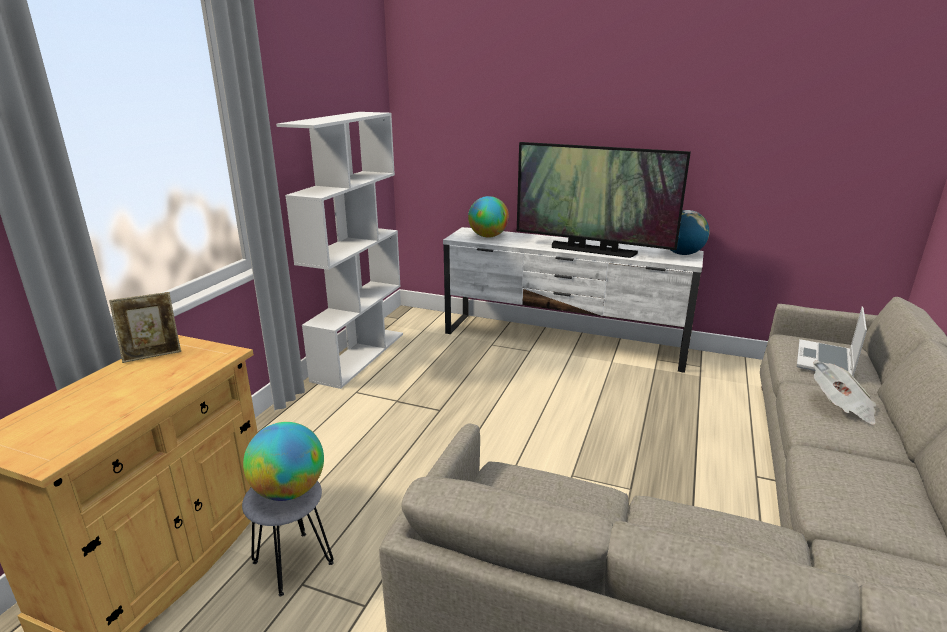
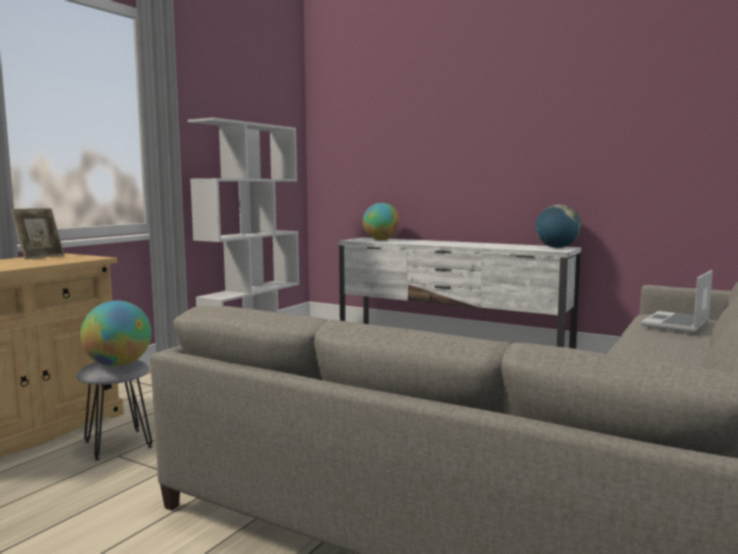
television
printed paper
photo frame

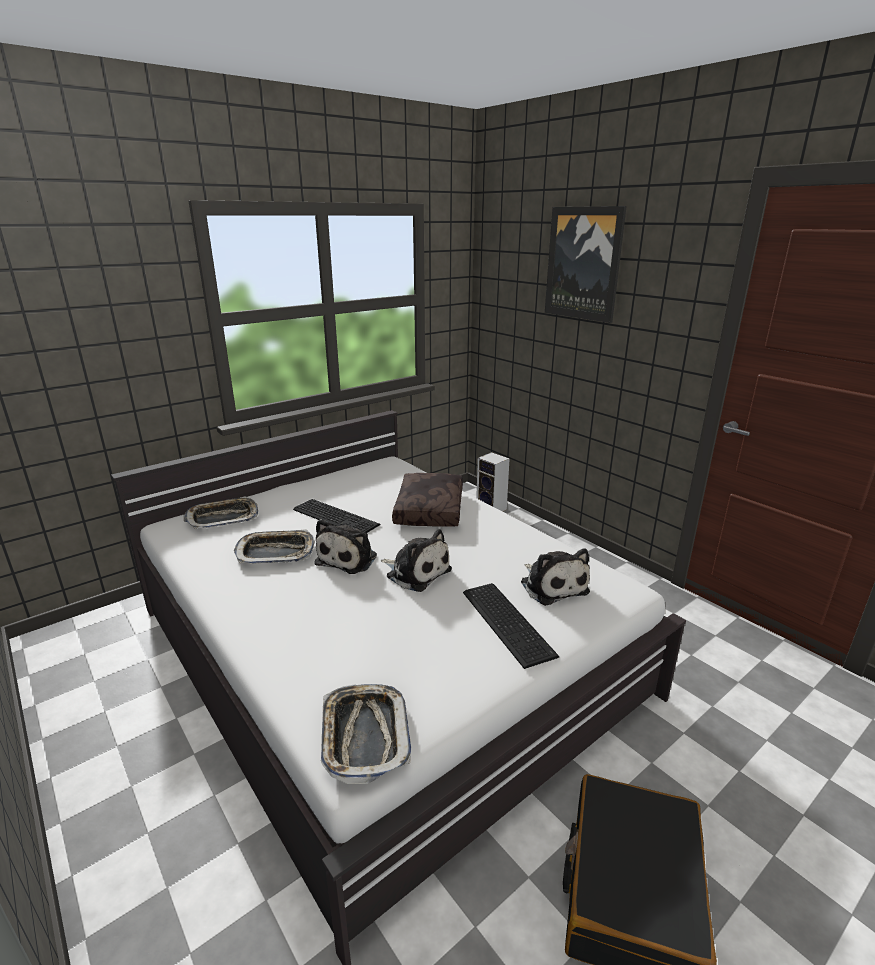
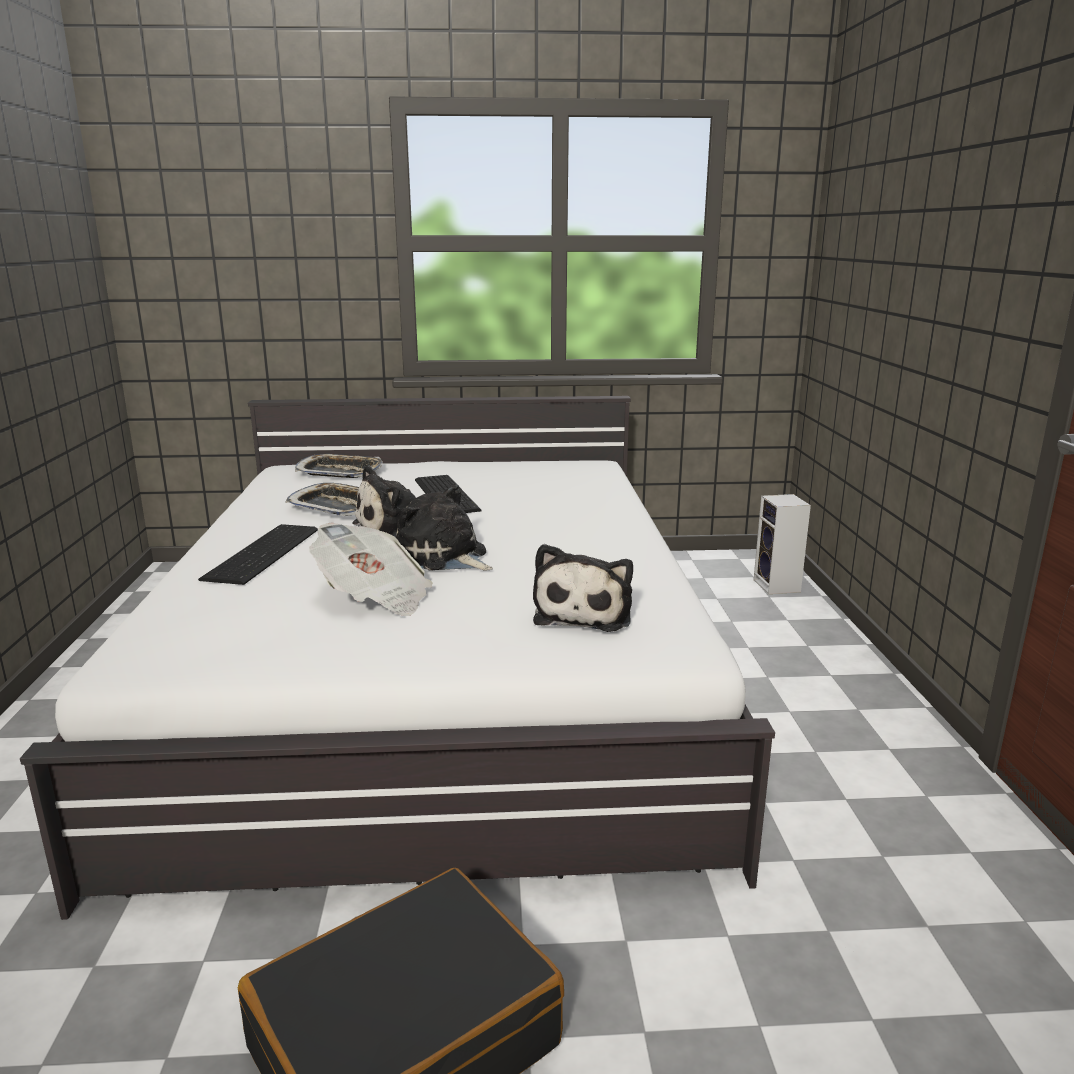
serving tray (3rd from left in the first image)
brown-coloured cushion
picture
printed paper
PC keyboard (1st from left)
cuddly toy (2nd from left)

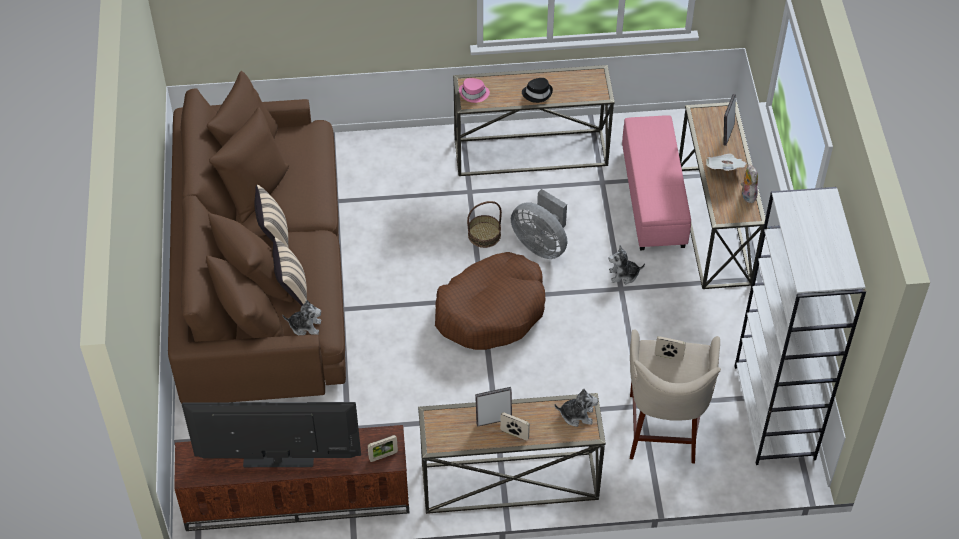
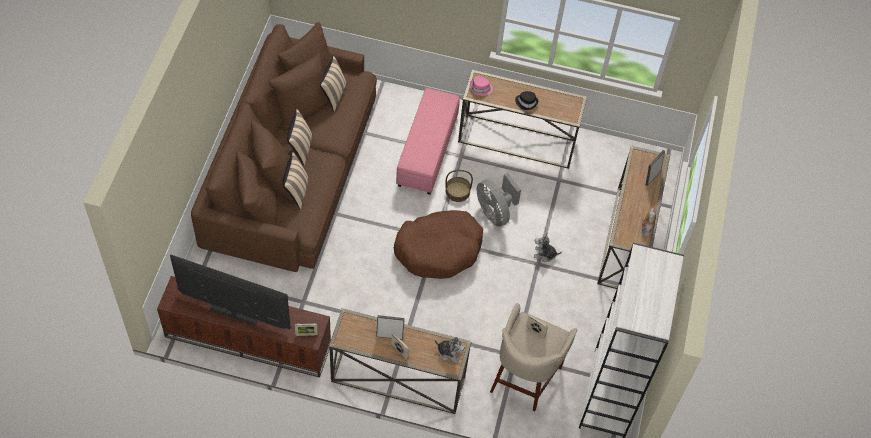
cuddly toy (1st from left in the first image)
printed paper
beige cushion (3rd from left)
pink footrest

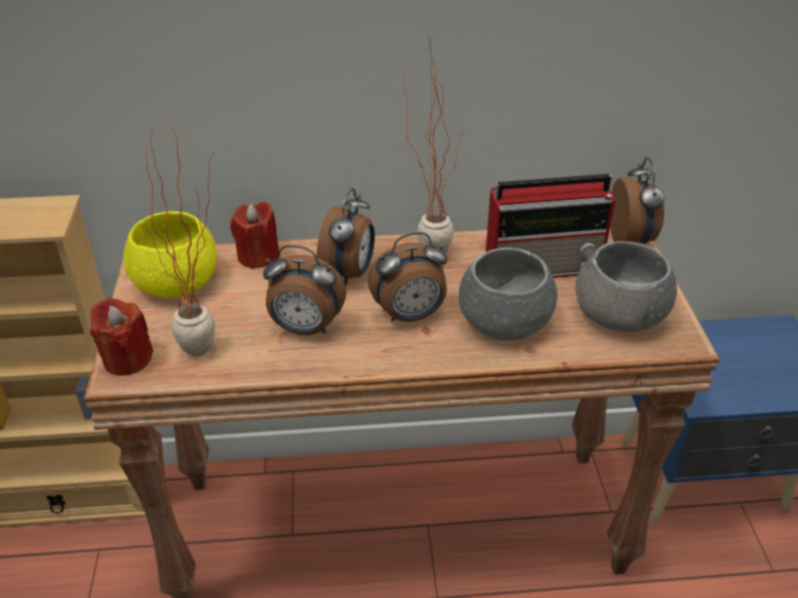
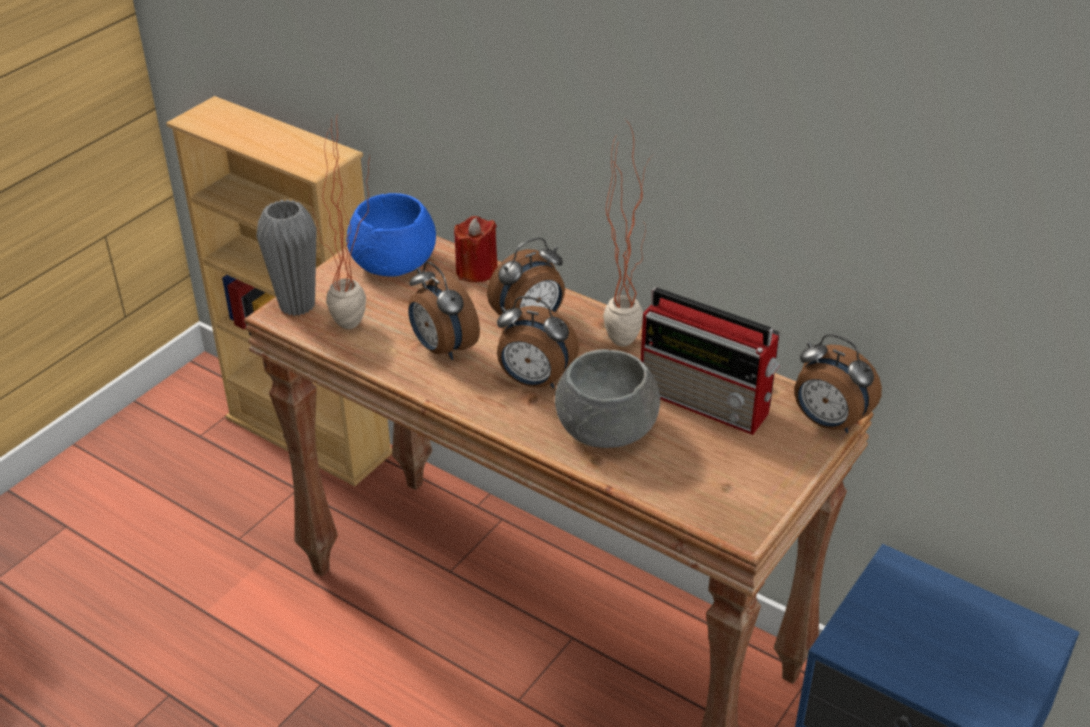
grey deep dish (2nd from left in the first image)
grey decorative vase
blue deep dish
table clock (4th from left)

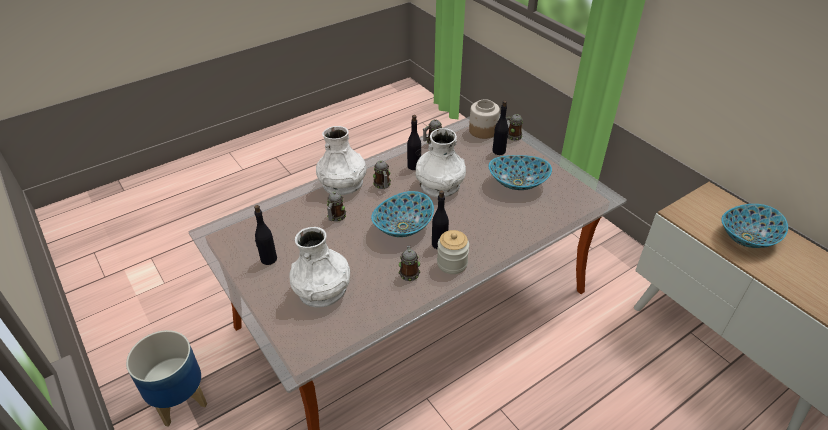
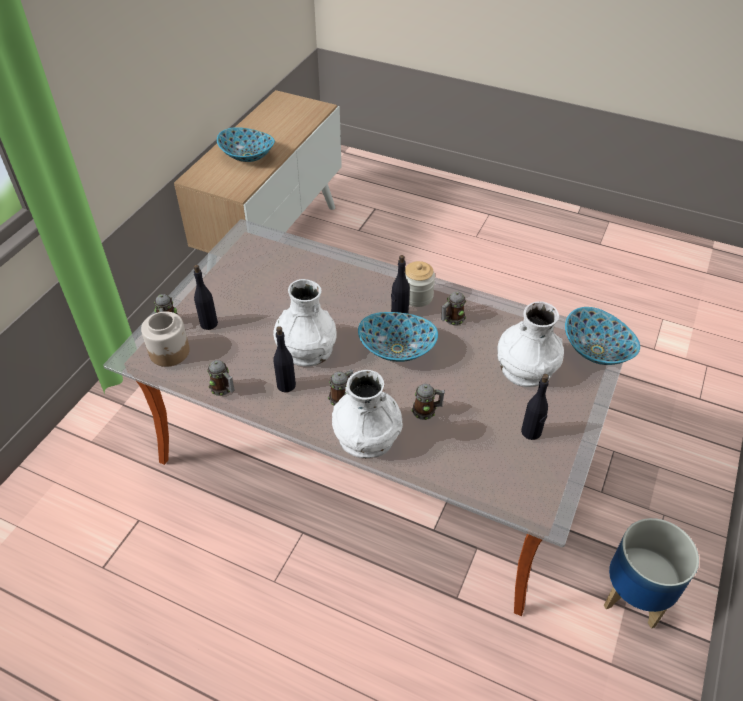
deep dish (3rd from left)

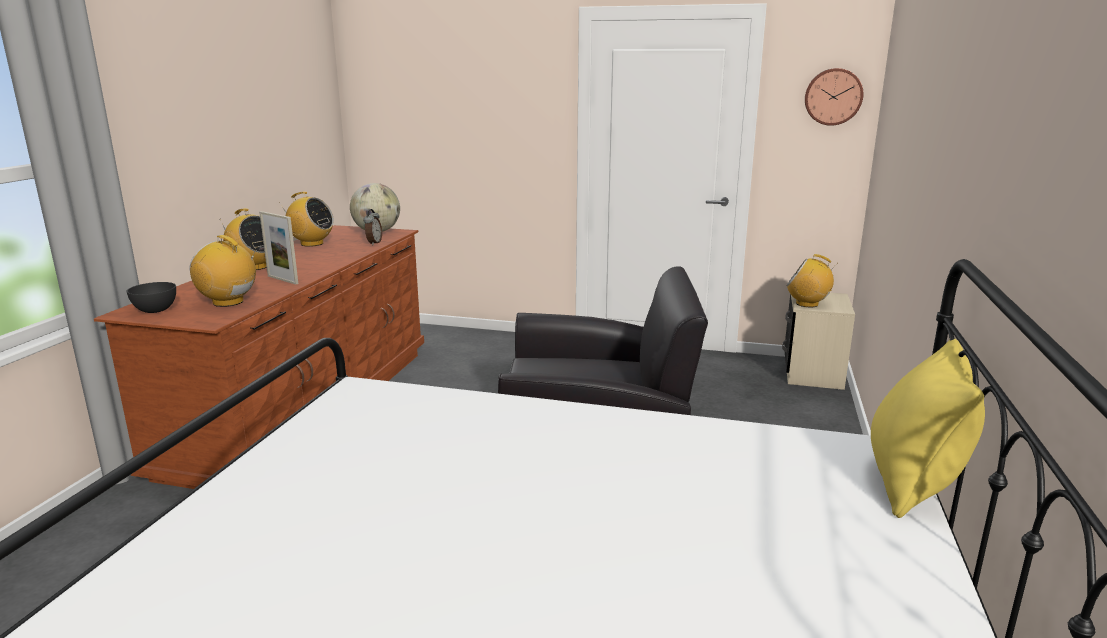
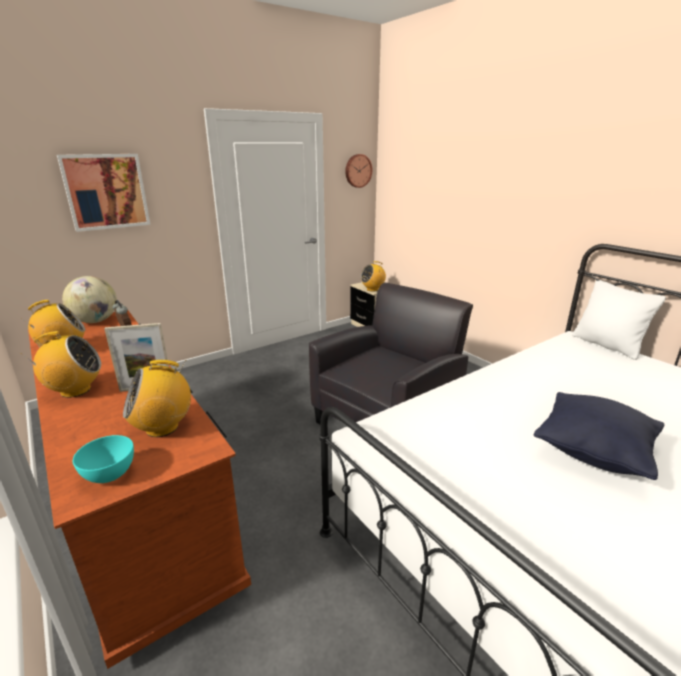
picture
blackish cushion
blue-green deep dish
white cushion

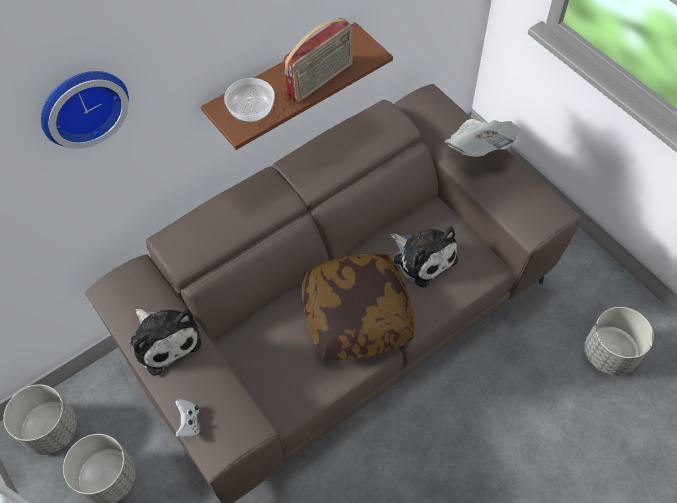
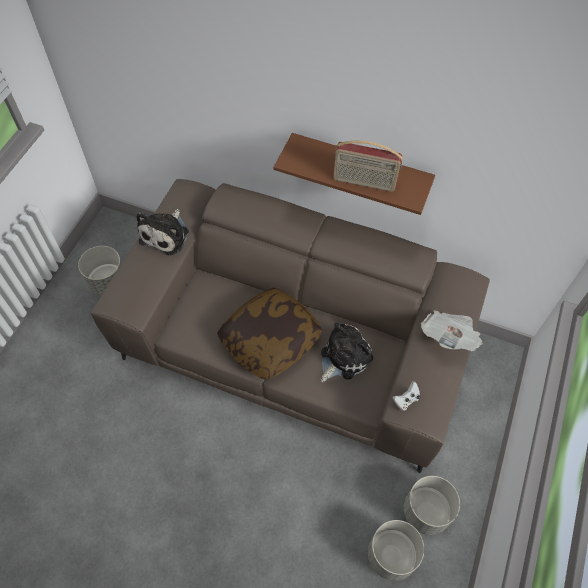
wall clock
deep dish
grey planter (3rd from left)
white joypad
cuddly toy (2nd from left)

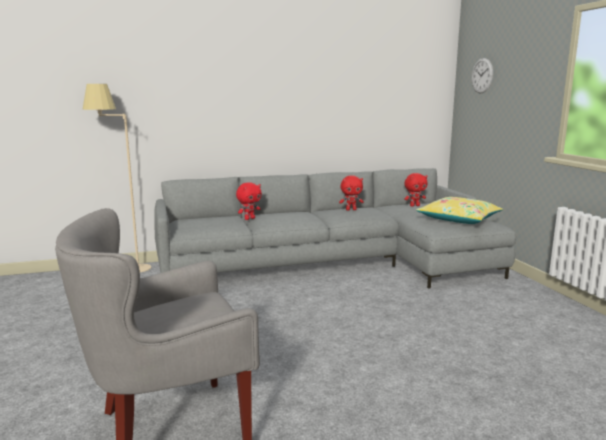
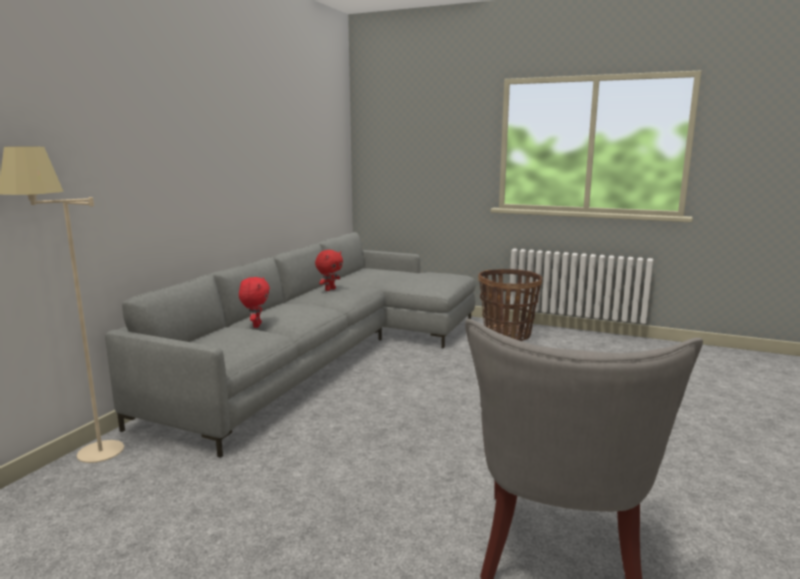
red cuddly toy (3rd from left in the first image)
yellow cushion
wall clock
basket

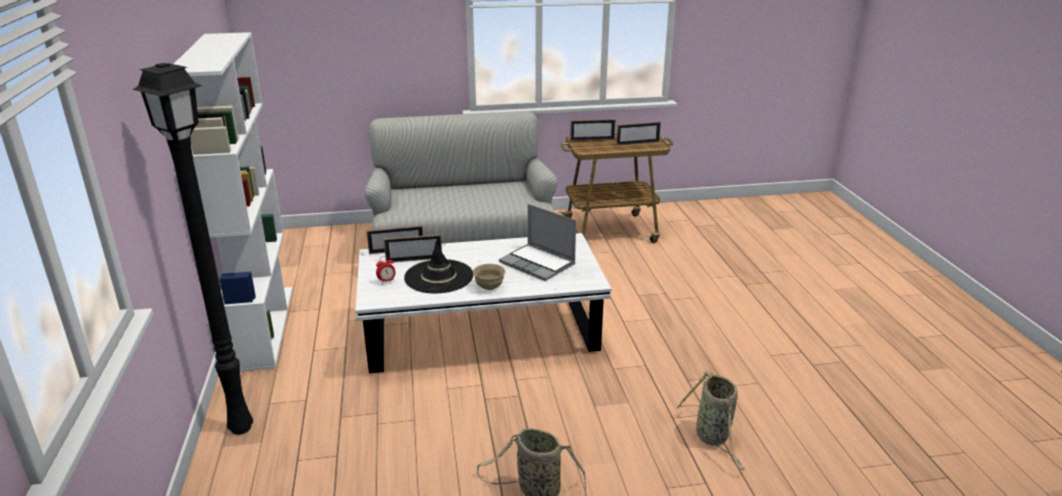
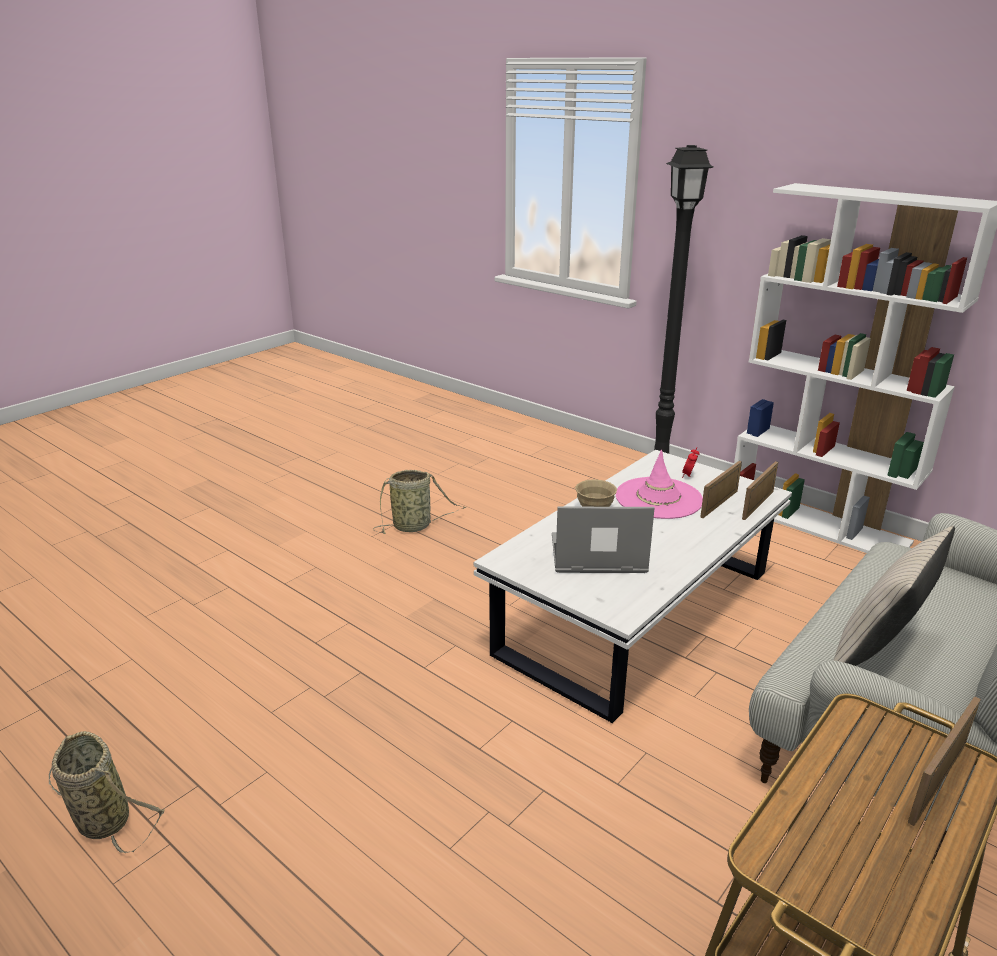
photo frame (4th from left in the first image)
beige cushion
basket (1st from left)
pink clothing hat

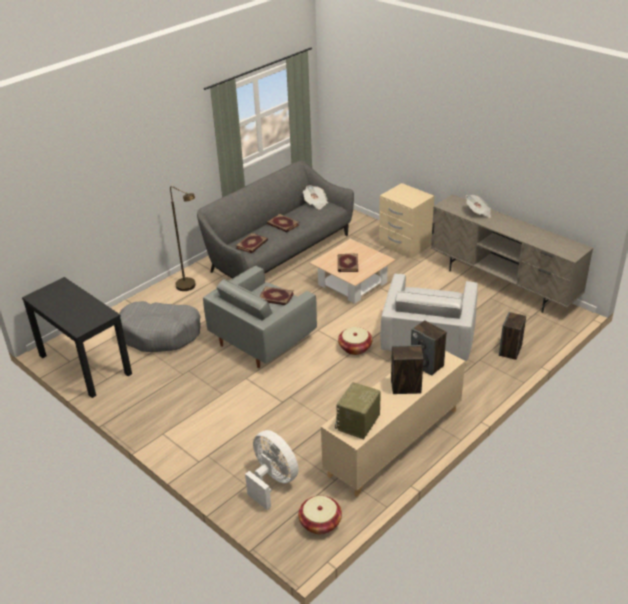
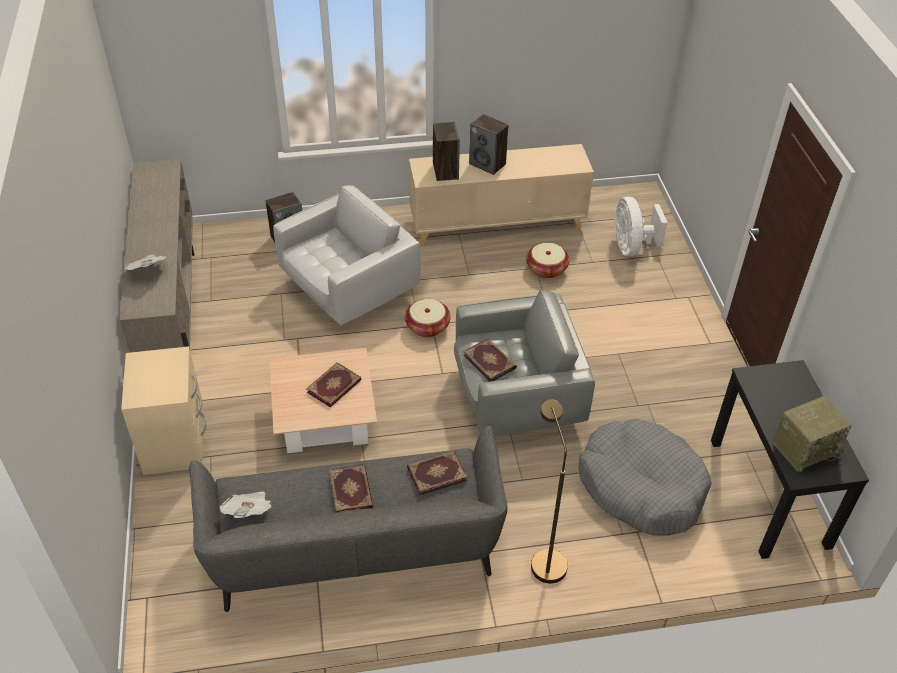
basket (2nd from left)
radio set

